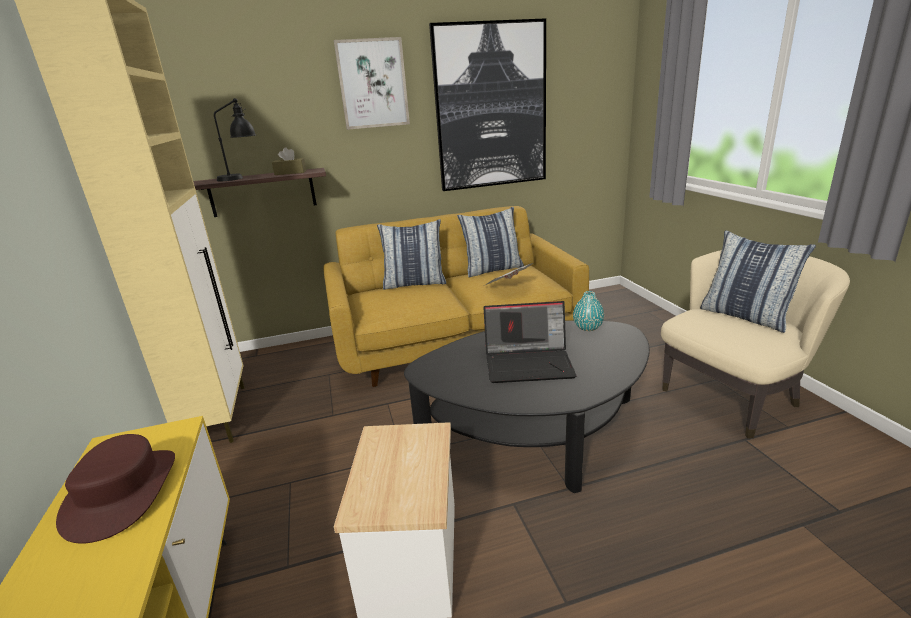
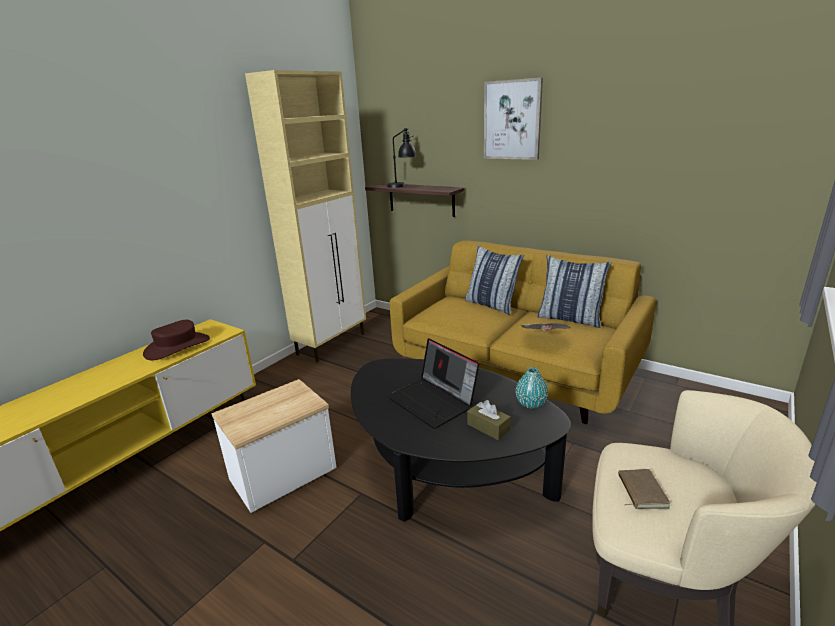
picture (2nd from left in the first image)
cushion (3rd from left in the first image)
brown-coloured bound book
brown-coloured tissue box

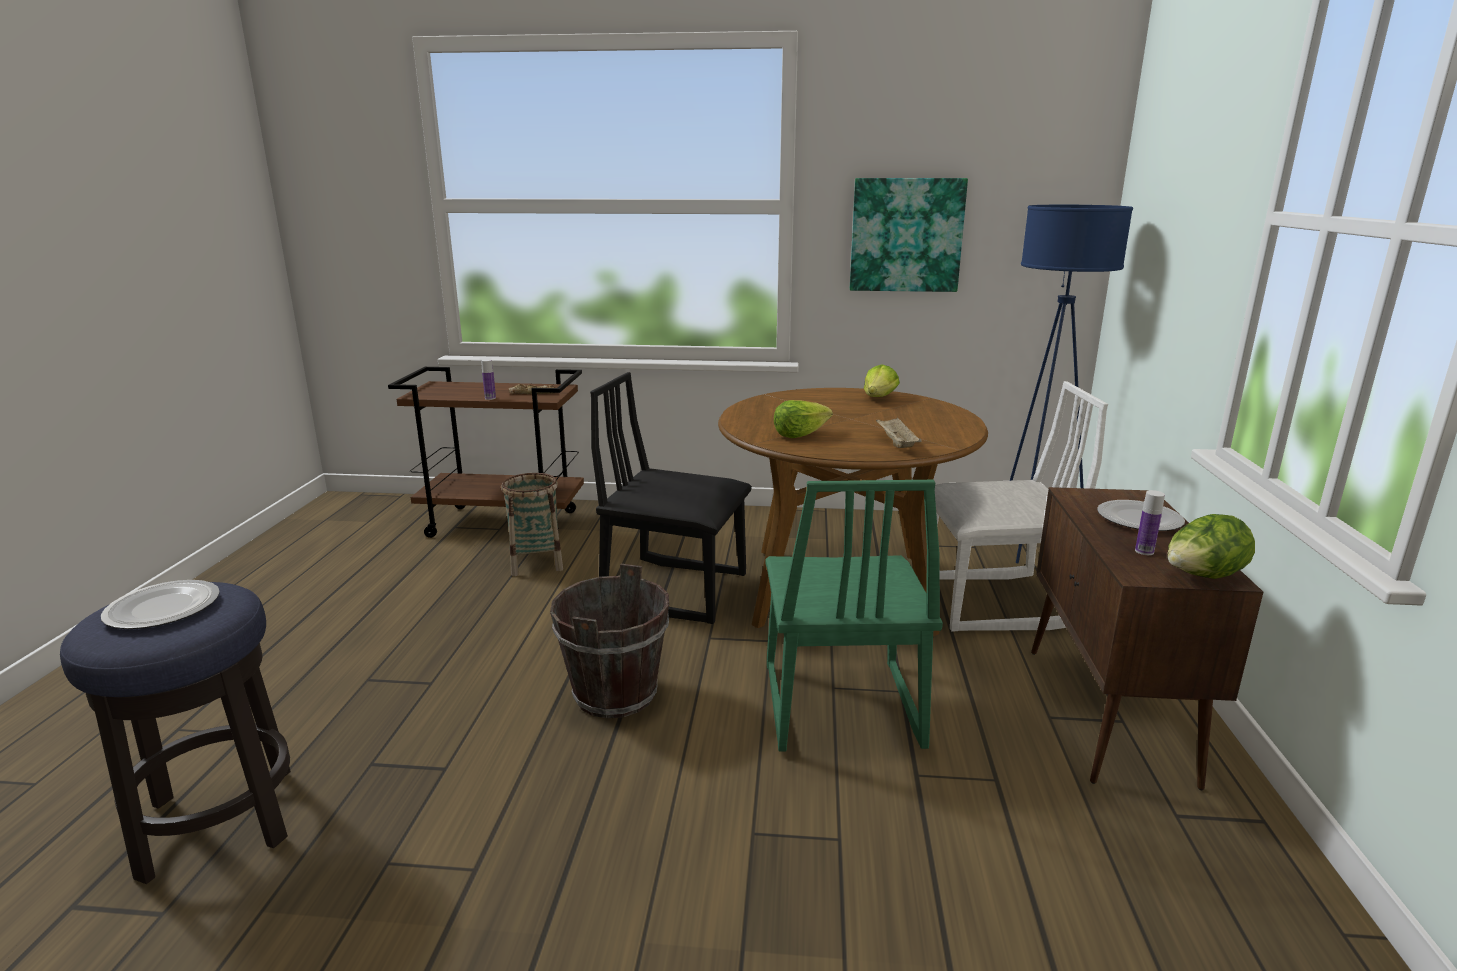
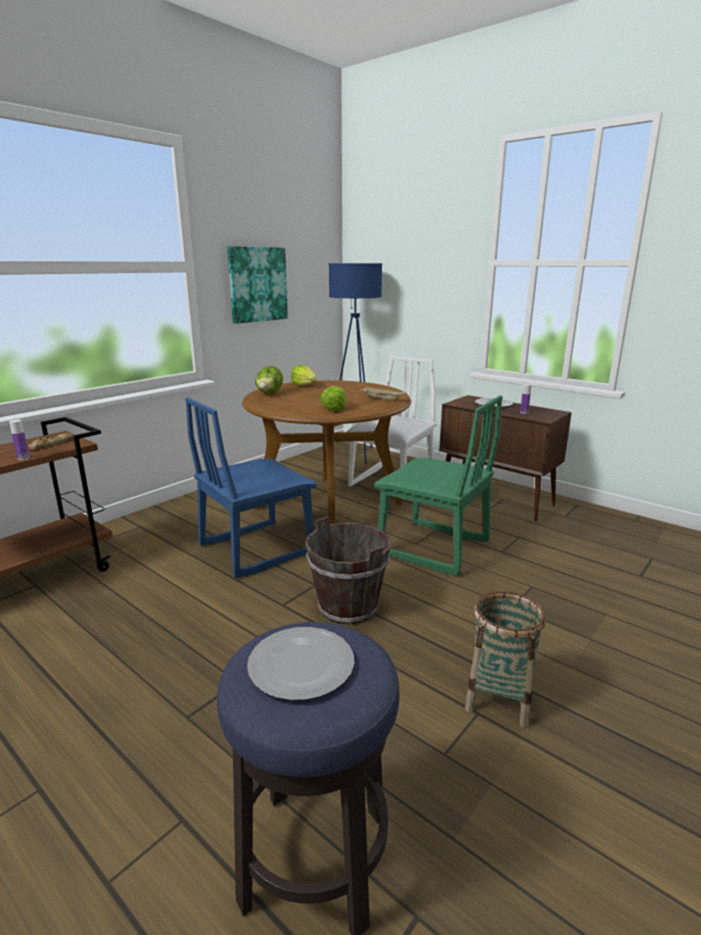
basket
lettuce head (1st from left)
blue plain chair

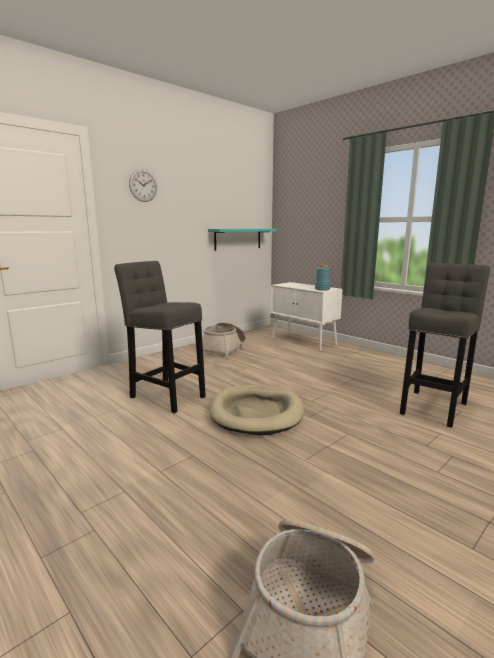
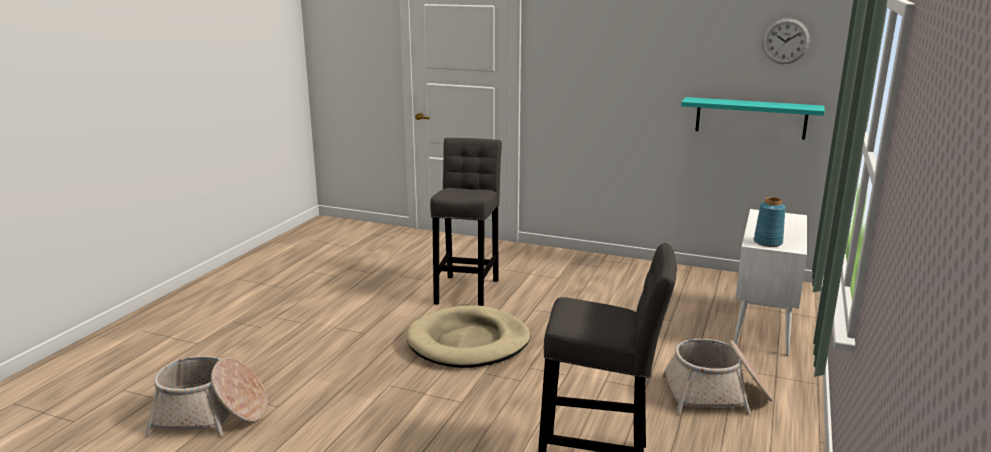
wall clock
basket (2nd from left)

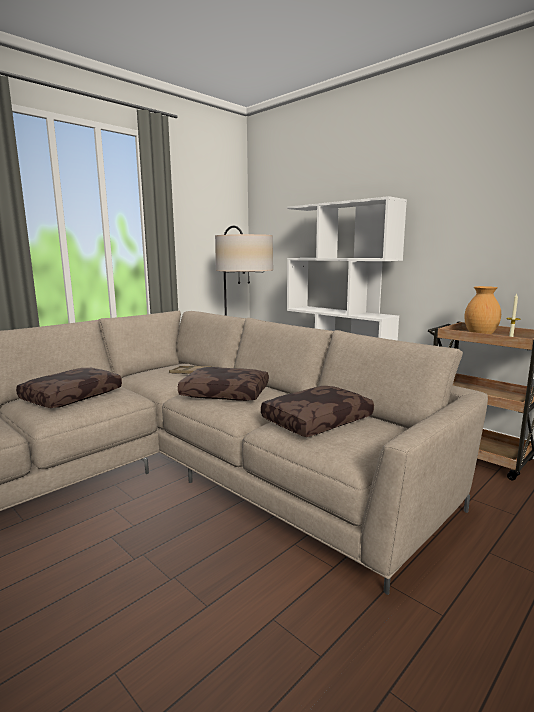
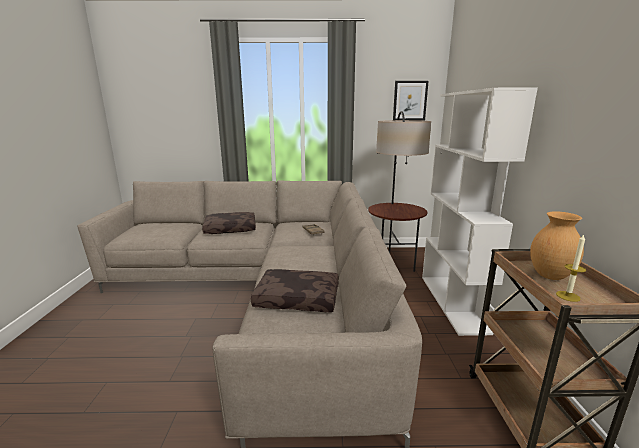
brown-coloured cushion (2nd from left in the first image)
picture

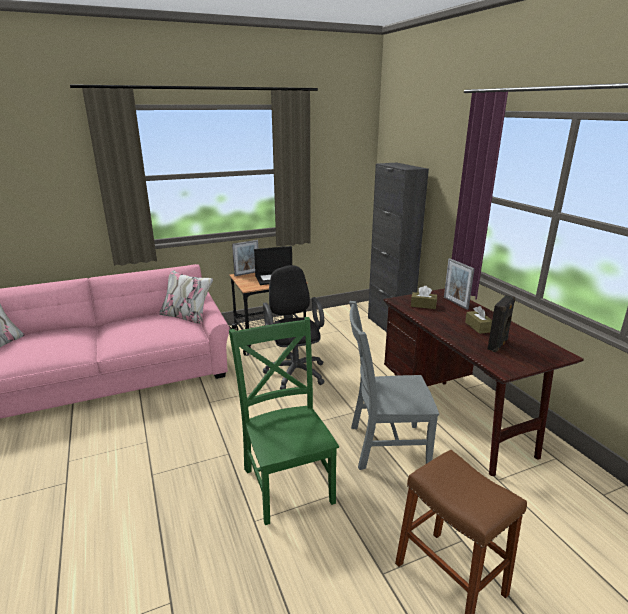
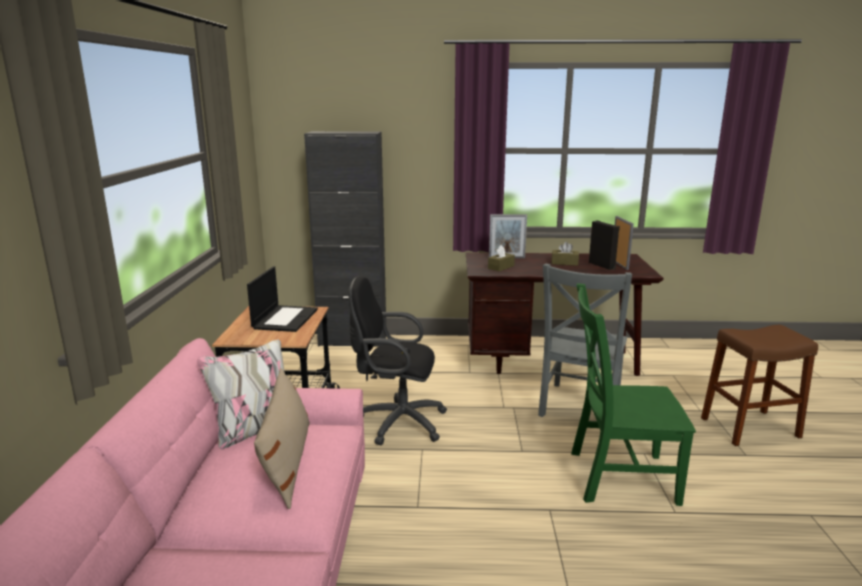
beige cushion
photo frame (2nd from left)

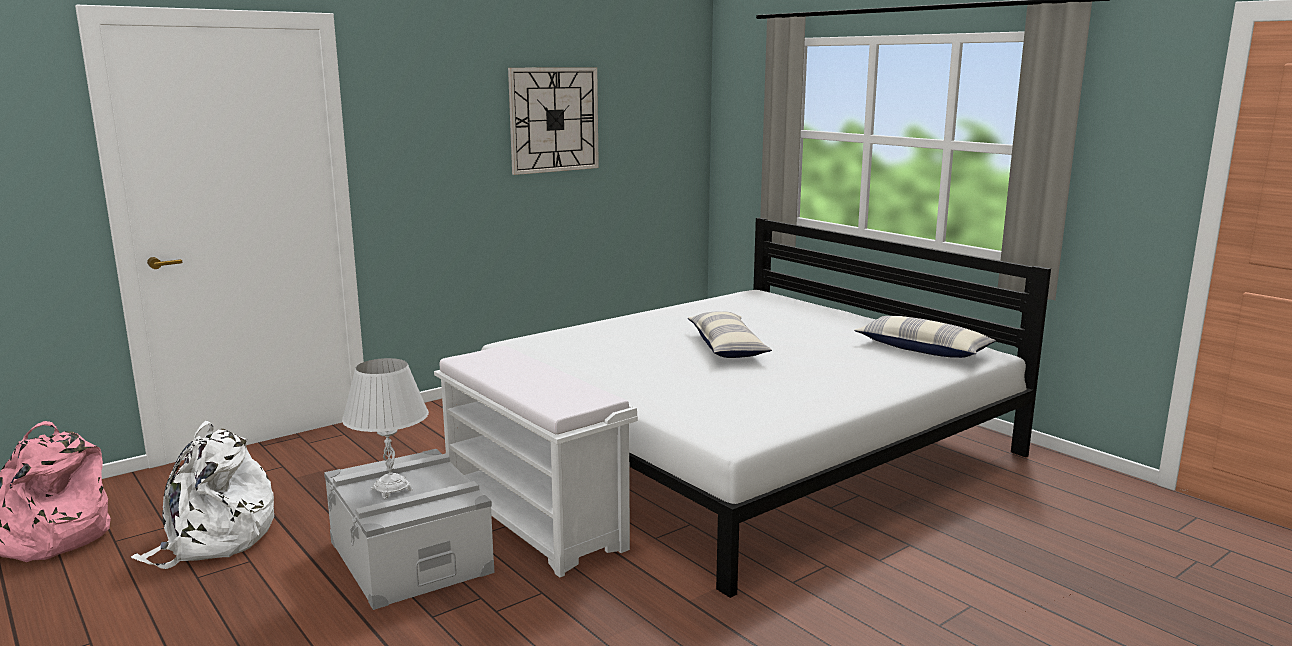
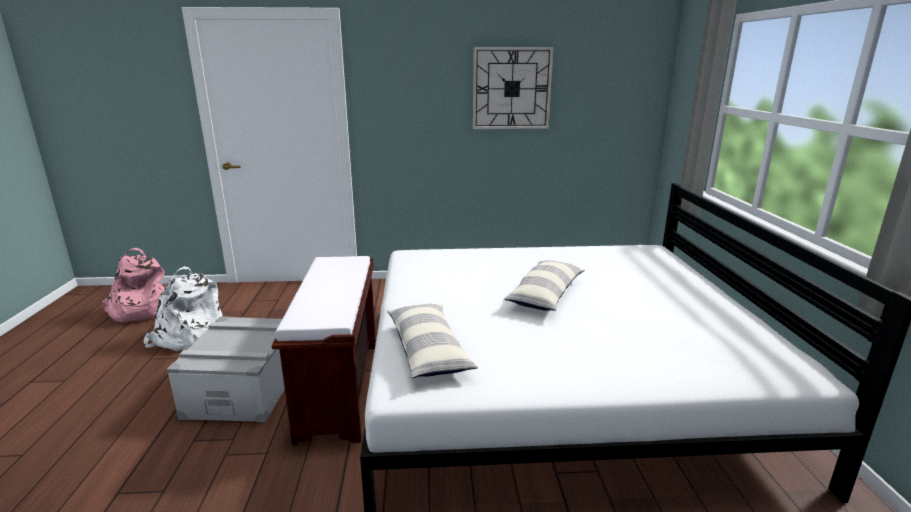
white table lamp
cushion (1st from left)
brown-coloured long seat

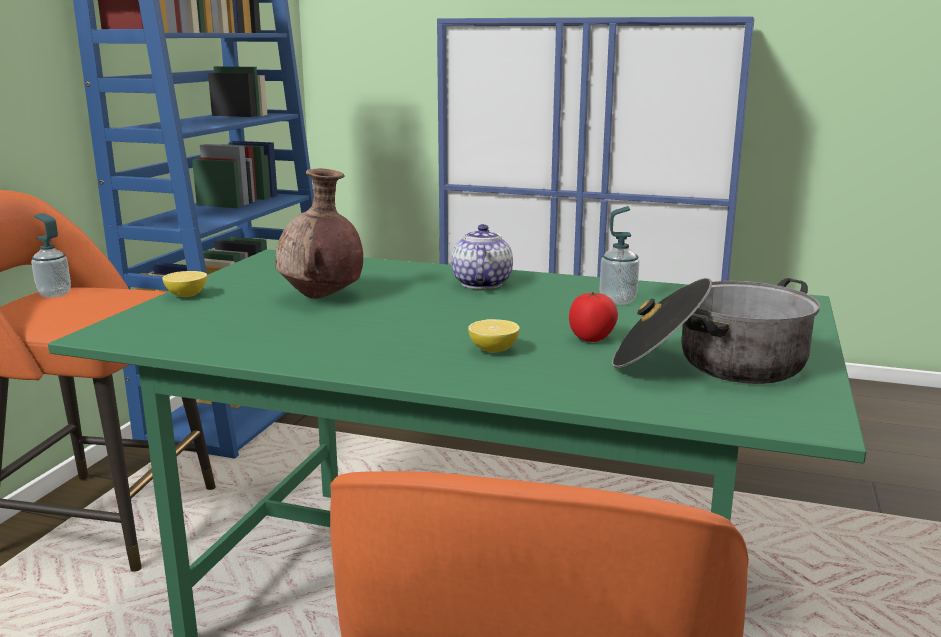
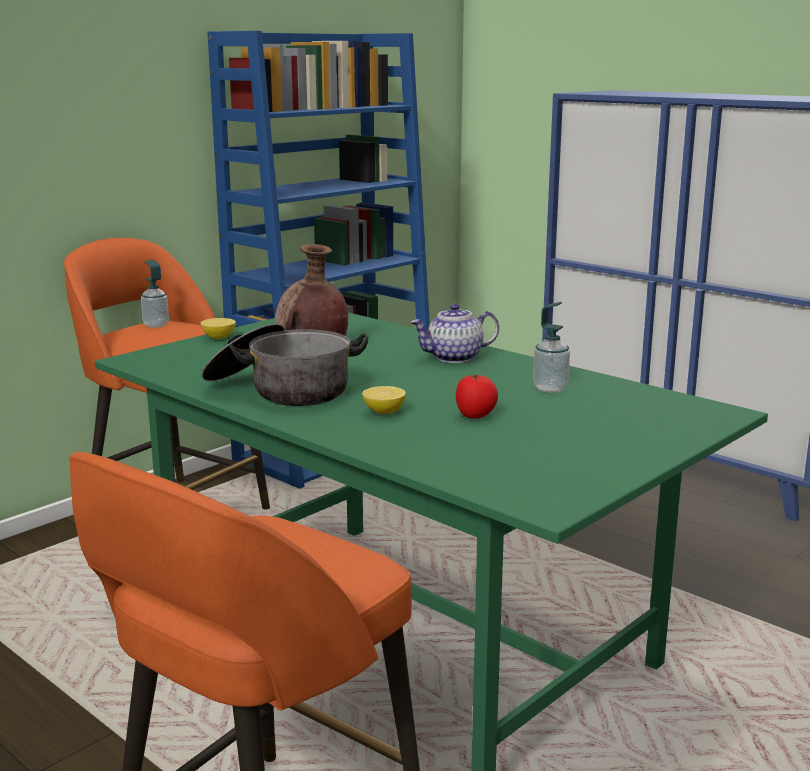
cooking pot
teapot

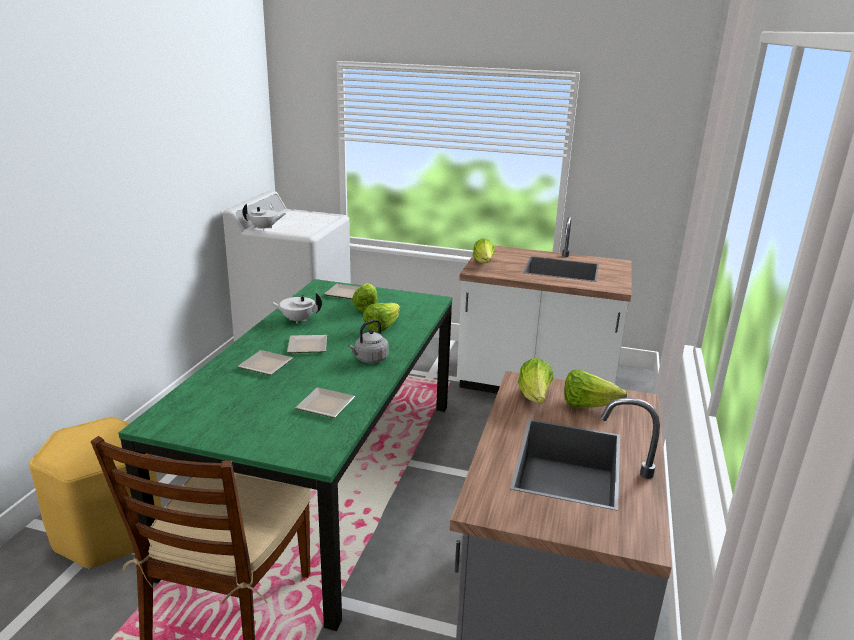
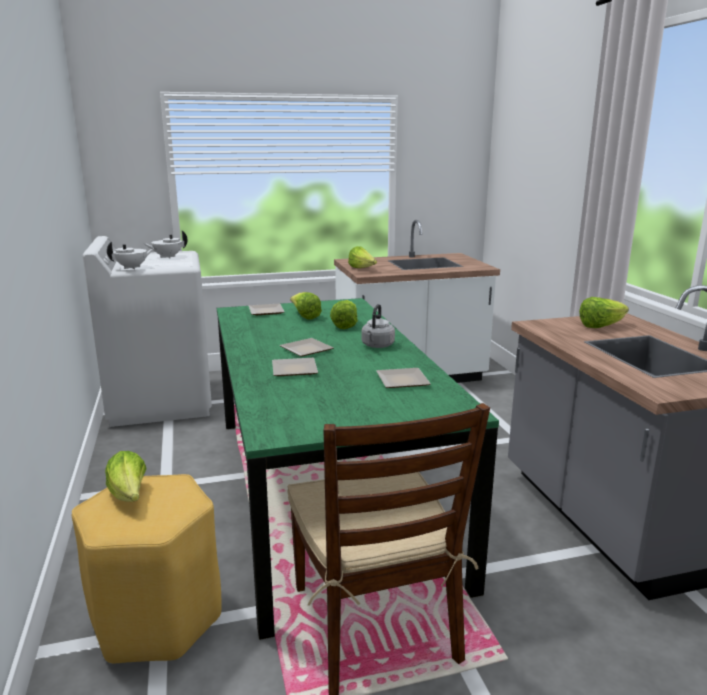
white teapot (2nd from left)
lettuce head (1st from left)

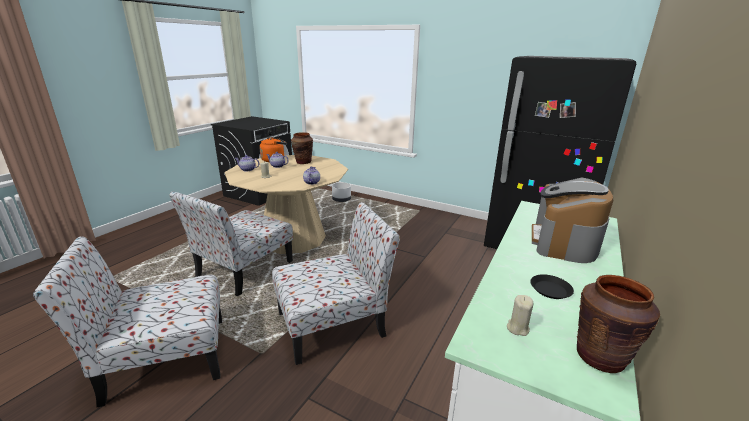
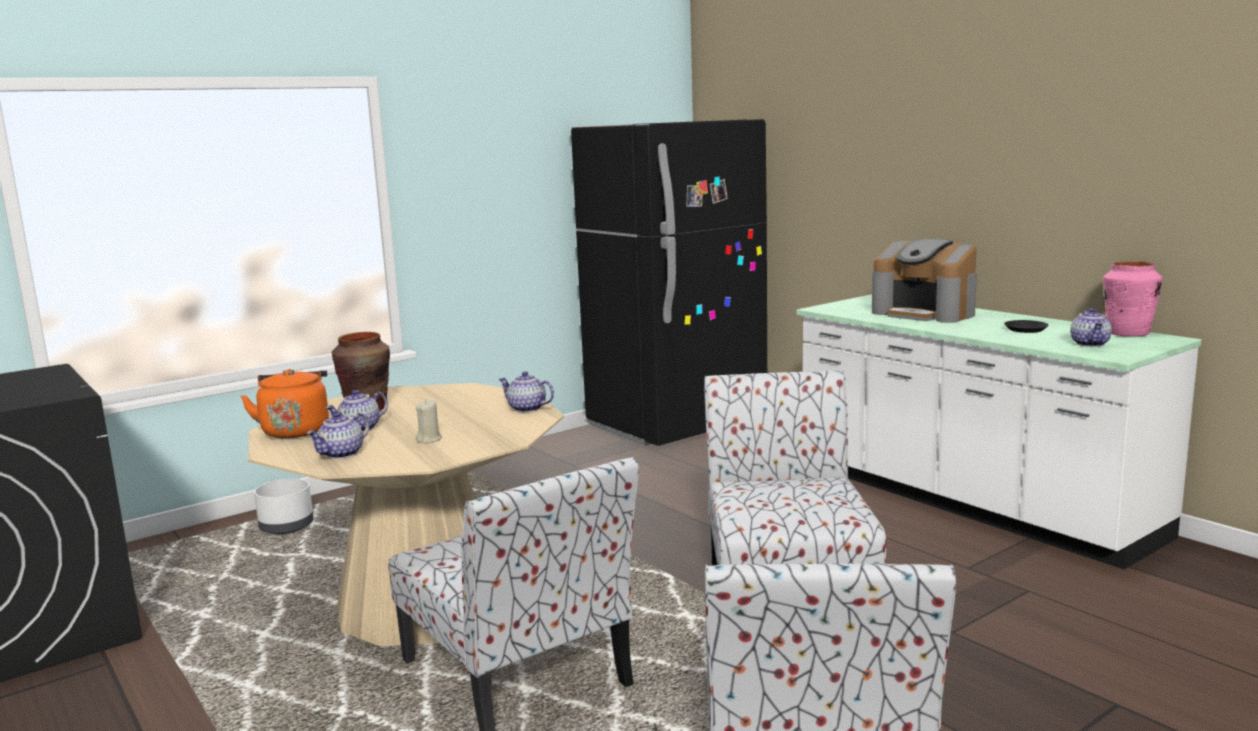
teapot (4th from left)
pink decorative vase

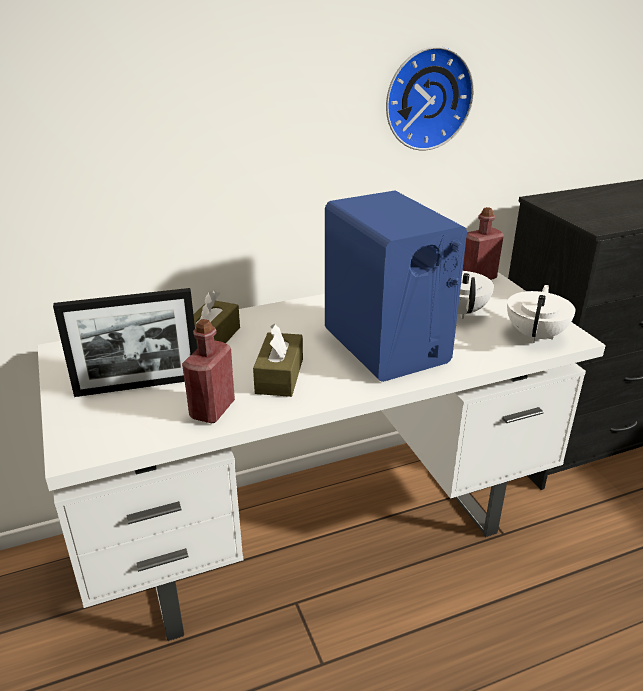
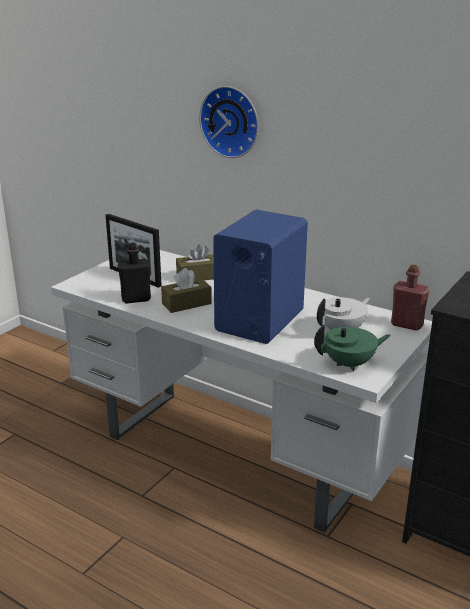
wall clock
blackish beverage bottle
greenish teapot

